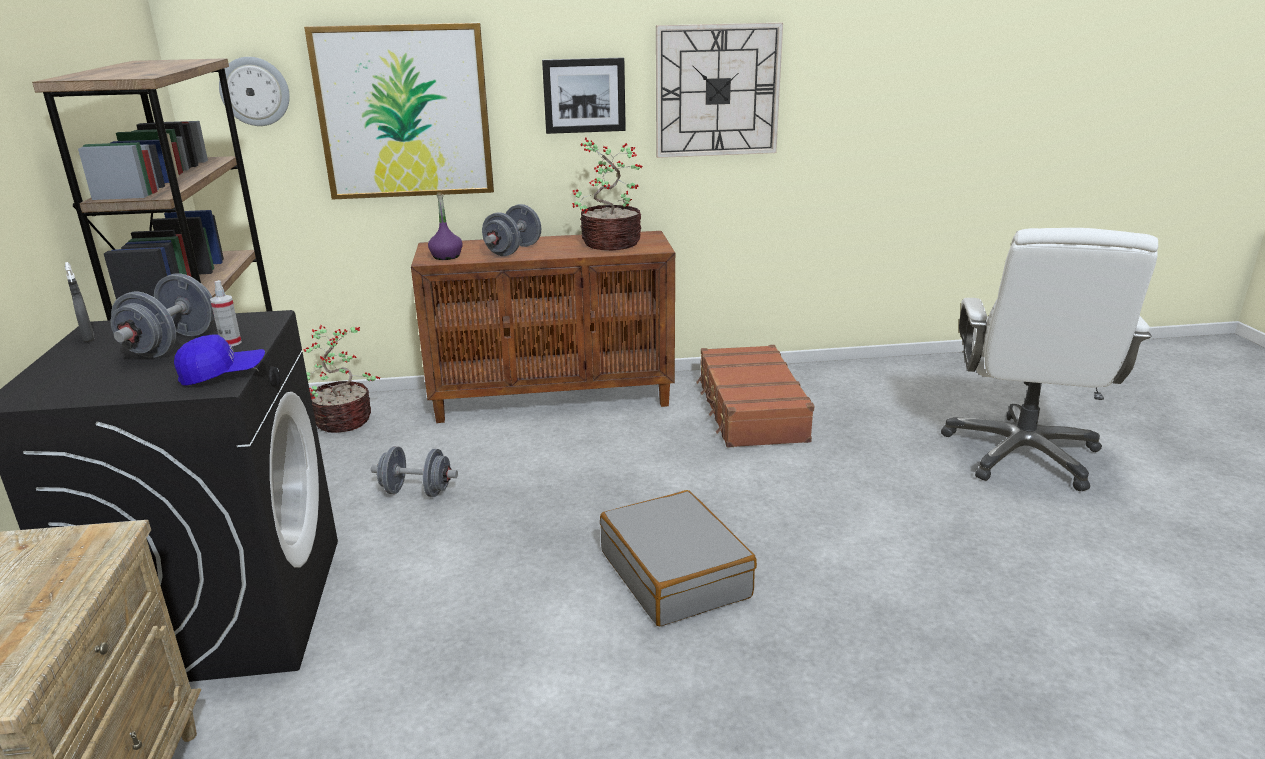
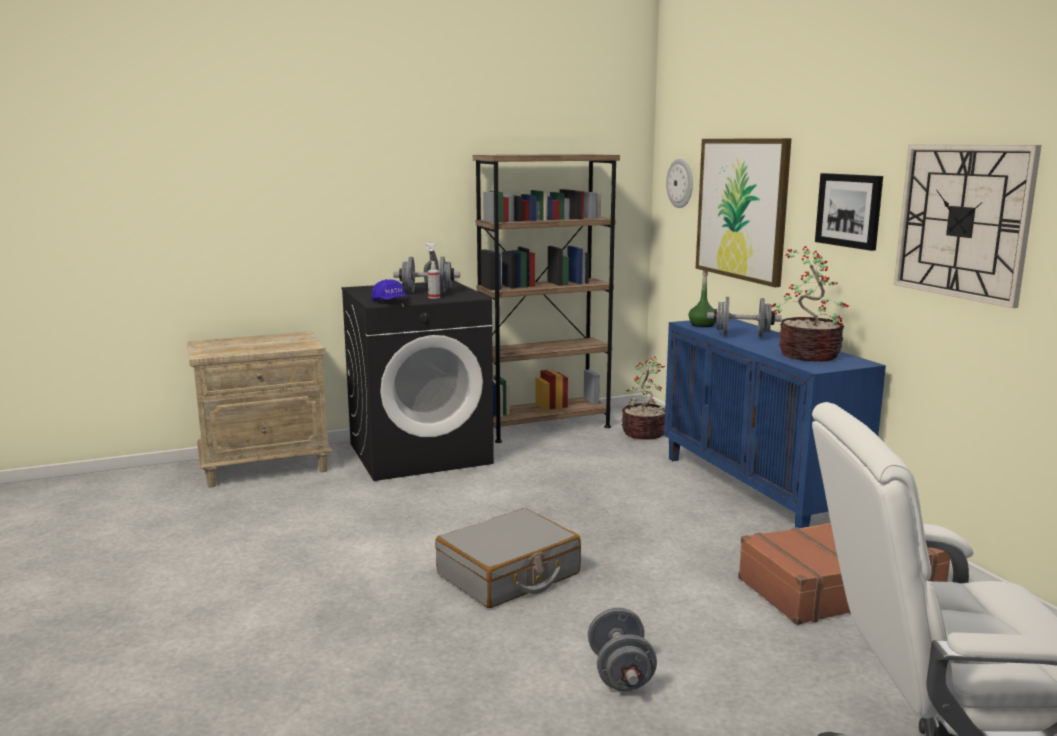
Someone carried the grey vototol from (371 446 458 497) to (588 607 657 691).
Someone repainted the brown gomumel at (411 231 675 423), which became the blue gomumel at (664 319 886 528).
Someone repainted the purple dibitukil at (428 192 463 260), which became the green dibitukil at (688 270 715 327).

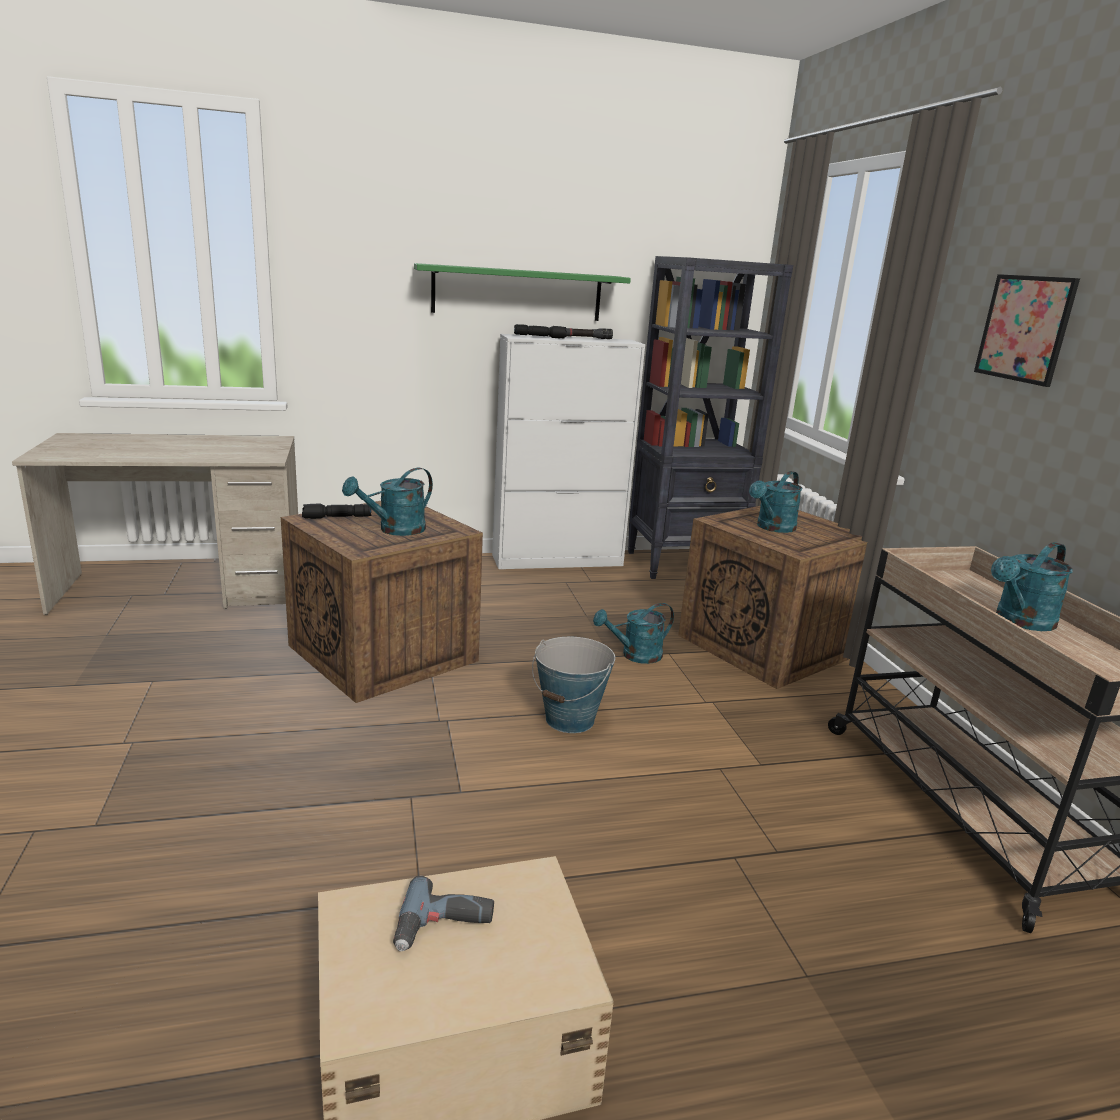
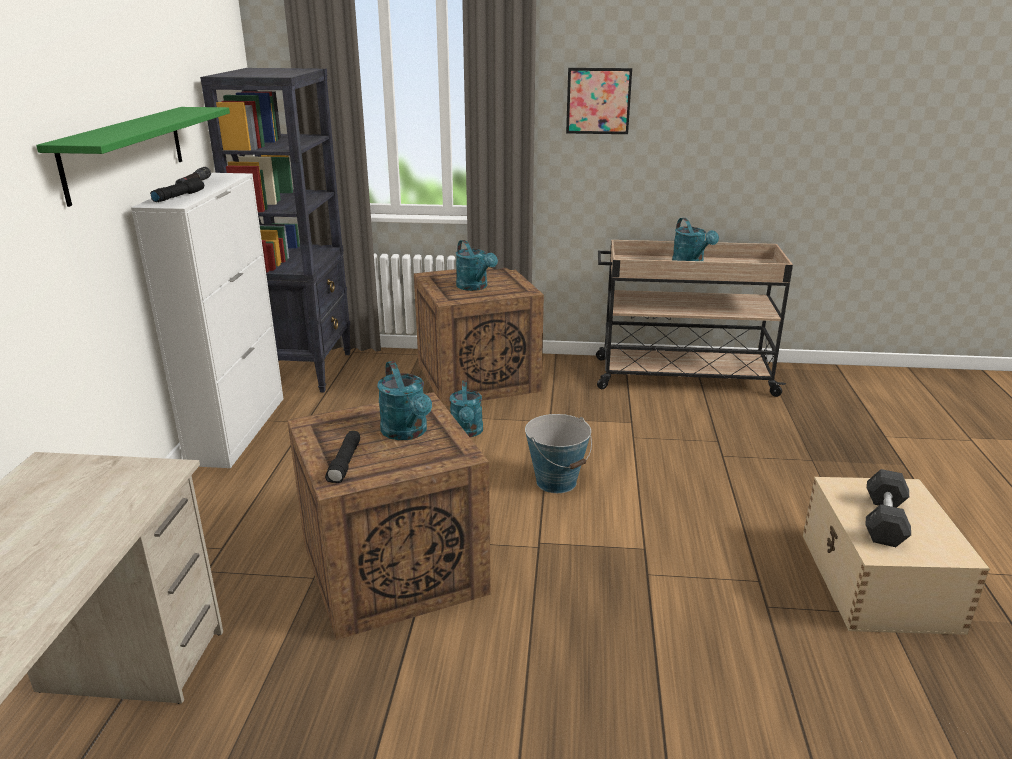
Someone swapped the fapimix at (393 876 494 951) for the grey vototol at (866 469 911 547).

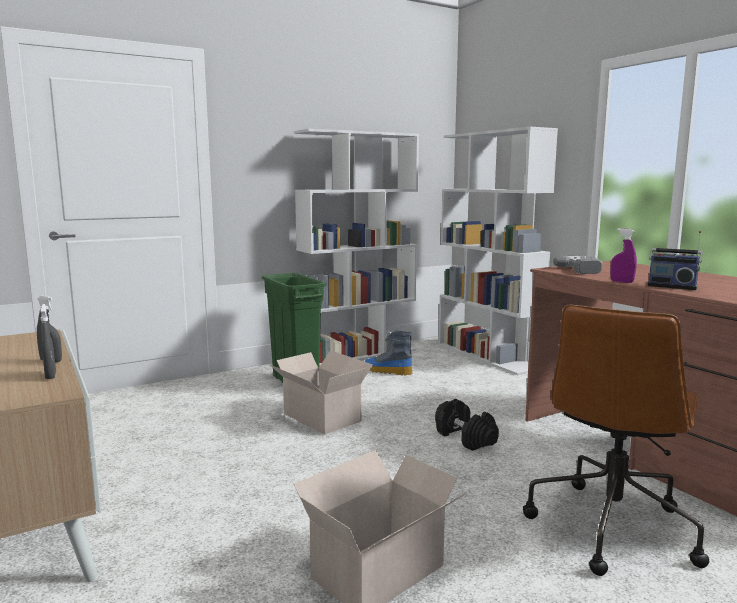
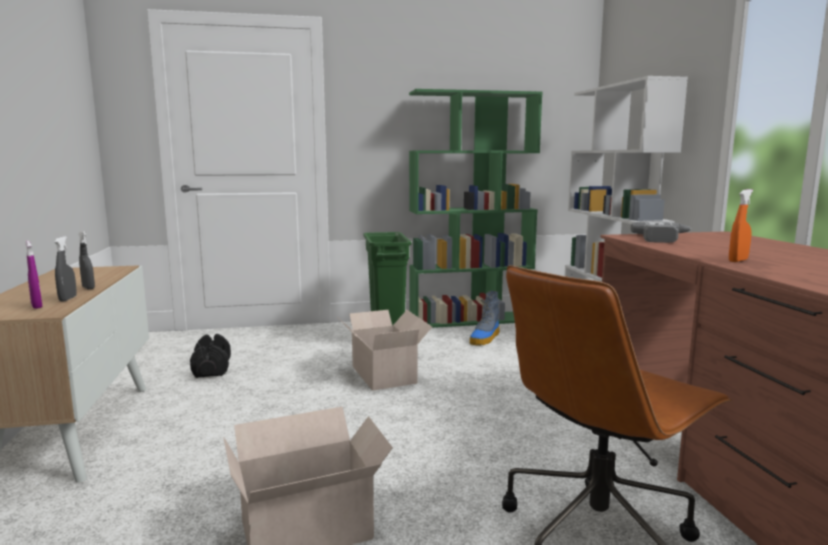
Someone carried the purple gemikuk from (610 228 637 283) to (26 241 42 309).
Someone carried the black vototol from (435 399 499 451) to (190 334 231 378).
Someone repainted the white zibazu at (294 129 419 365), which became the green zibazu at (409 89 543 328).
Someone rotated the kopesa at (365 330 412 375) by 105 degrees counterclockwise.
Someone swapped the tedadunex at (647 231 703 290) for the orange gemikuk at (729 189 753 262).

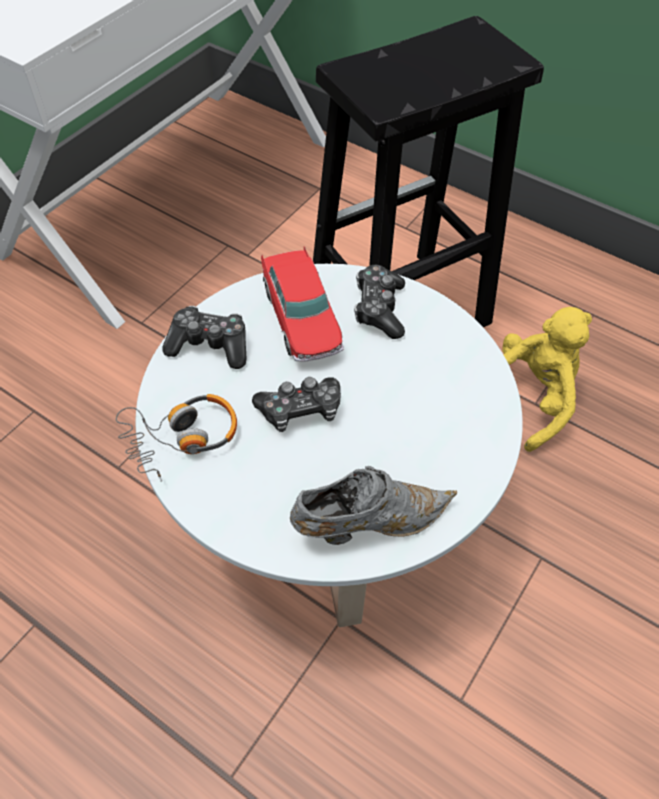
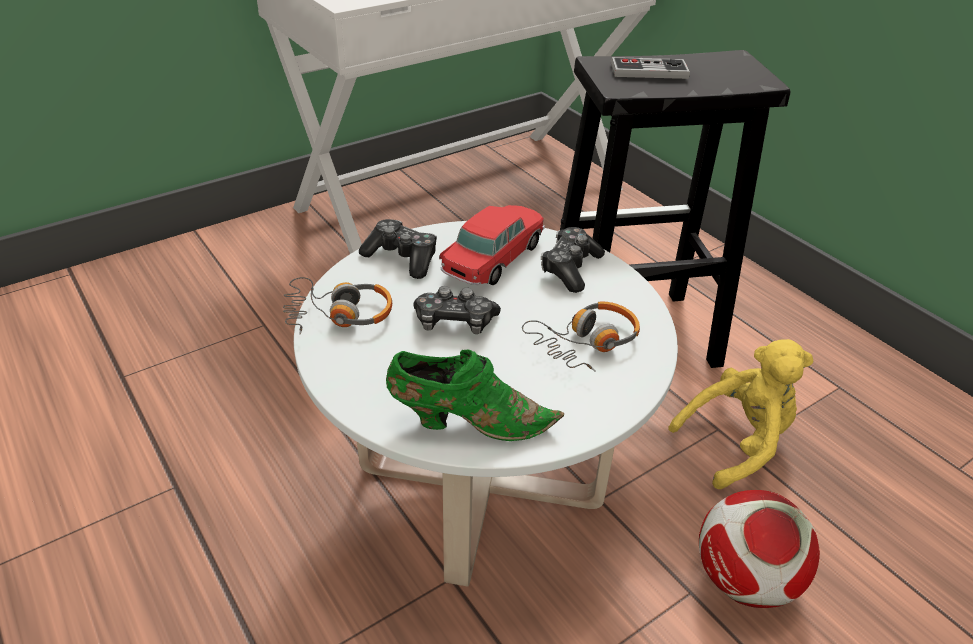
Someone repainted the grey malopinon at (290 466 457 545), which became the green malopinon at (386 350 564 441).
Someone rotated the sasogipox at (261 246 344 362) by 150 degrees counterclockwise.
Someone put down the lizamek at (522 301 640 372).
Someone put down the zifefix at (611 57 690 79).
Someone put down the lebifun at (699 490 820 608).

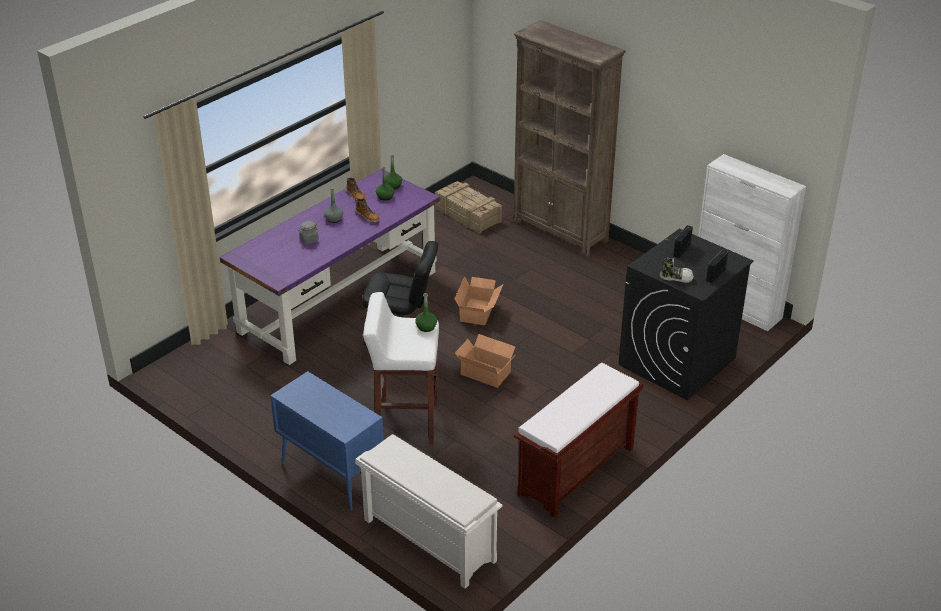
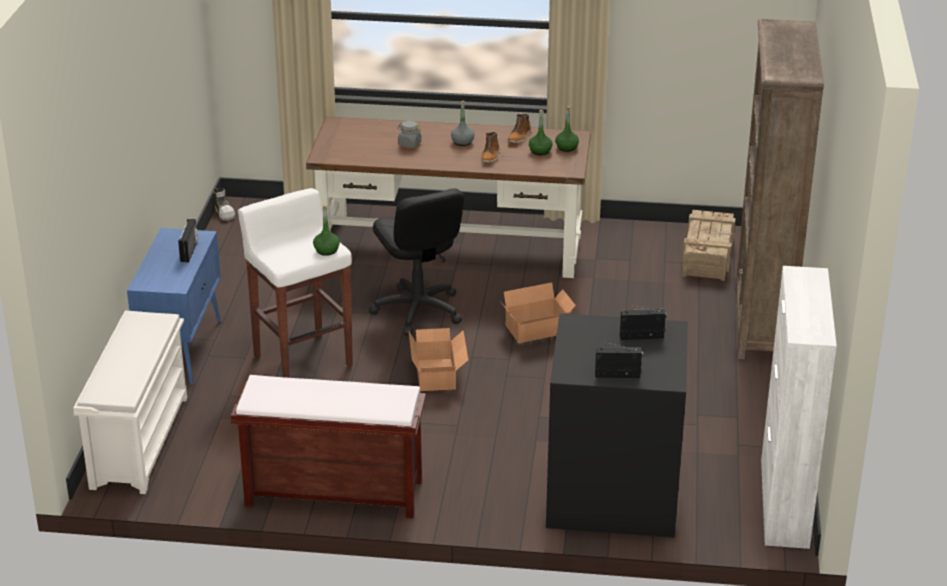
Someone put down the tedadunex at (178 219 198 262).
Someone carried the malopinon from (660 258 694 283) to (213 188 235 221).
Someone repainted the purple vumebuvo at (219 169 440 365), which became the brown vumebuvo at (306 117 591 278).

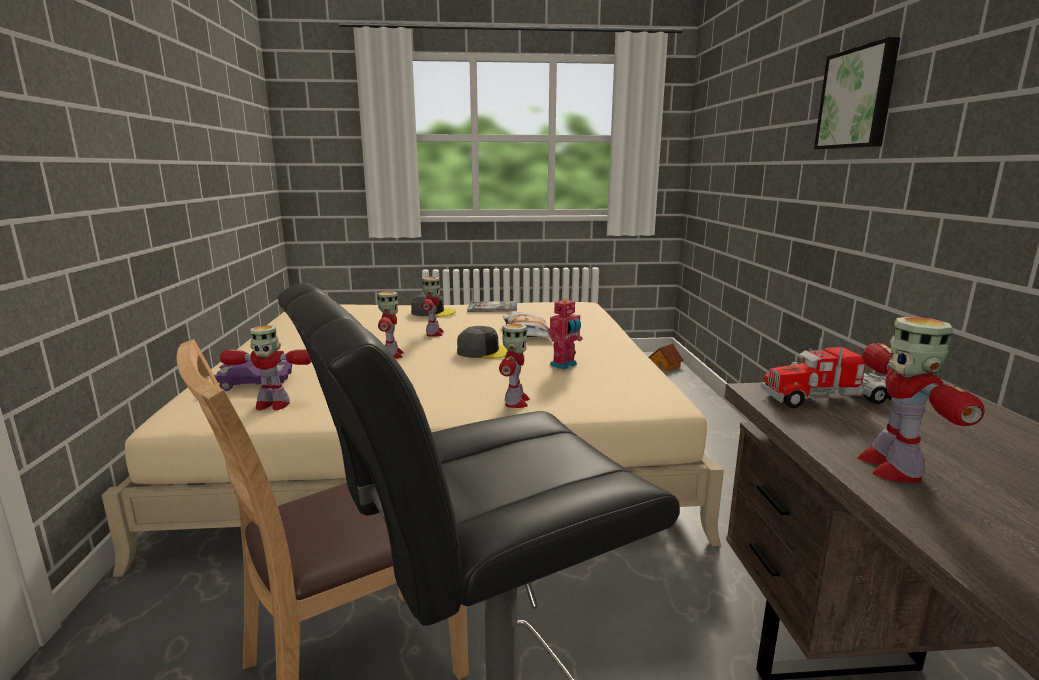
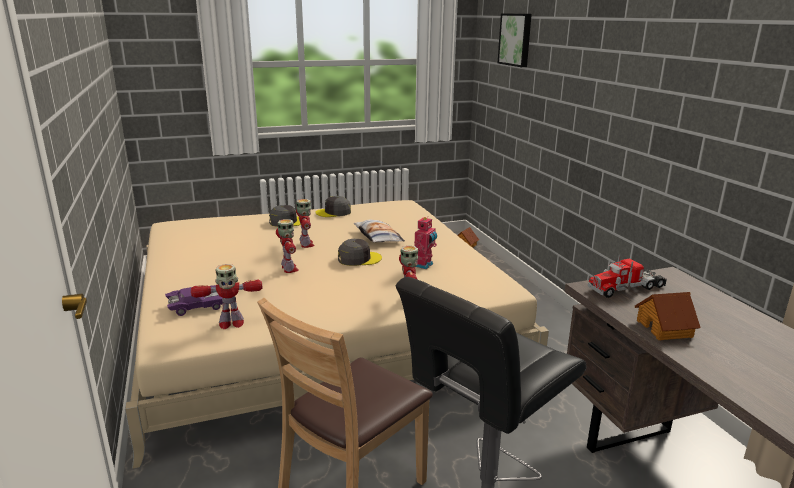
Someone swapped the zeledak at (467 301 517 312) for the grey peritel at (315 196 351 217).
Someone carried the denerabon from (814 37 900 150) to (498 13 532 67).
Someone swapped the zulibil at (858 317 985 482) for the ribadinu at (635 292 701 340).

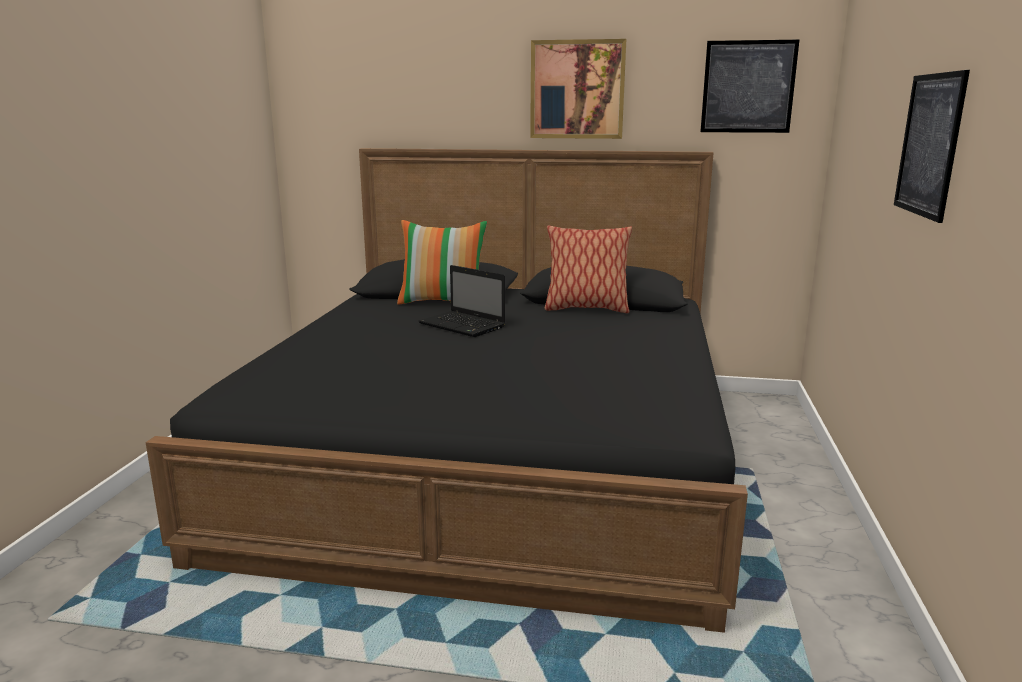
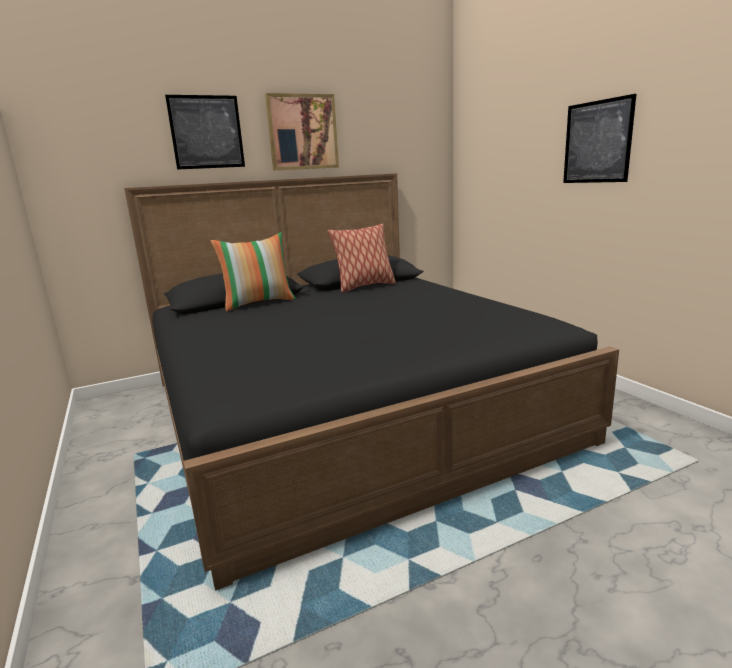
Someone carried the denerabon from (700 40 799 133) to (165 95 245 170).
Someone took away the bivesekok at (418 265 505 337).

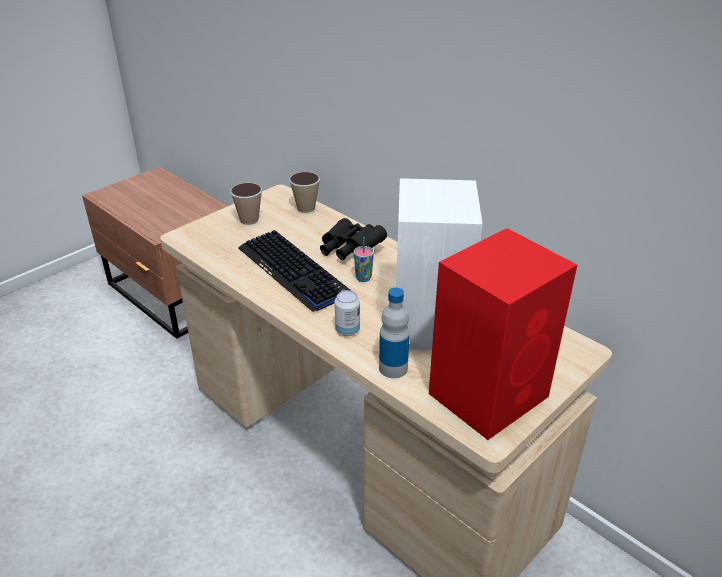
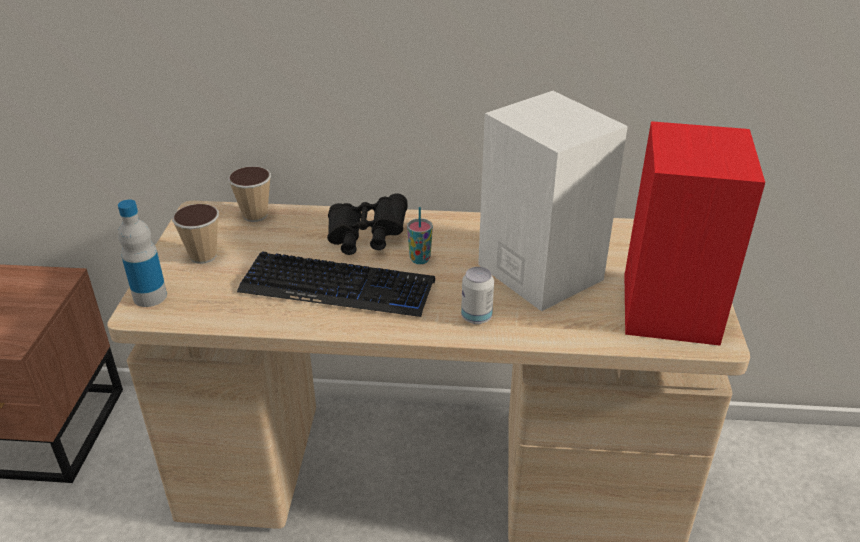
Someone carried the dibitukil from (379 287 410 378) to (118 200 167 307).

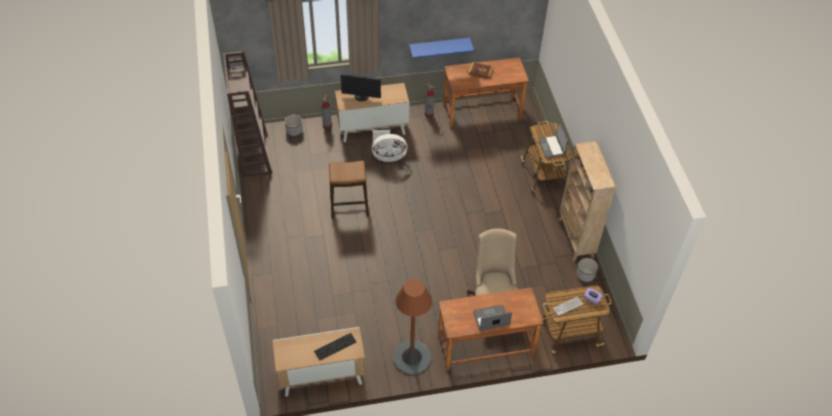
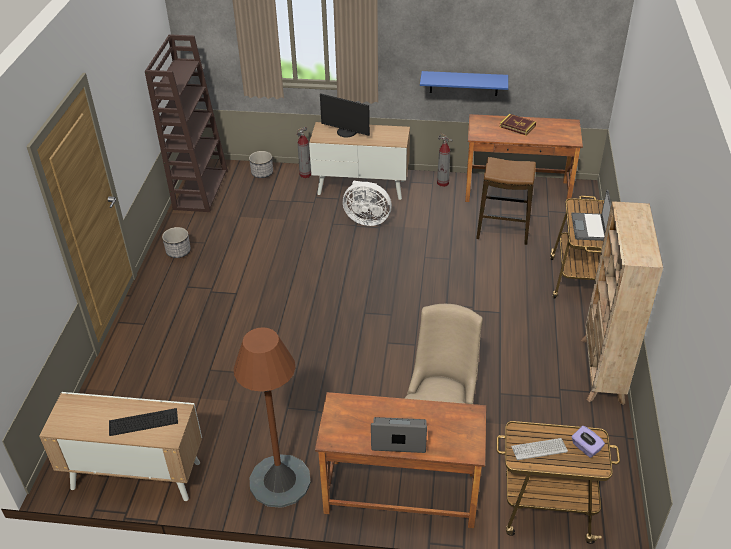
Someone carried the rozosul from (577 258 598 282) to (162 227 191 258).
Someone carried the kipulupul from (329 161 369 219) to (476 157 536 245).

